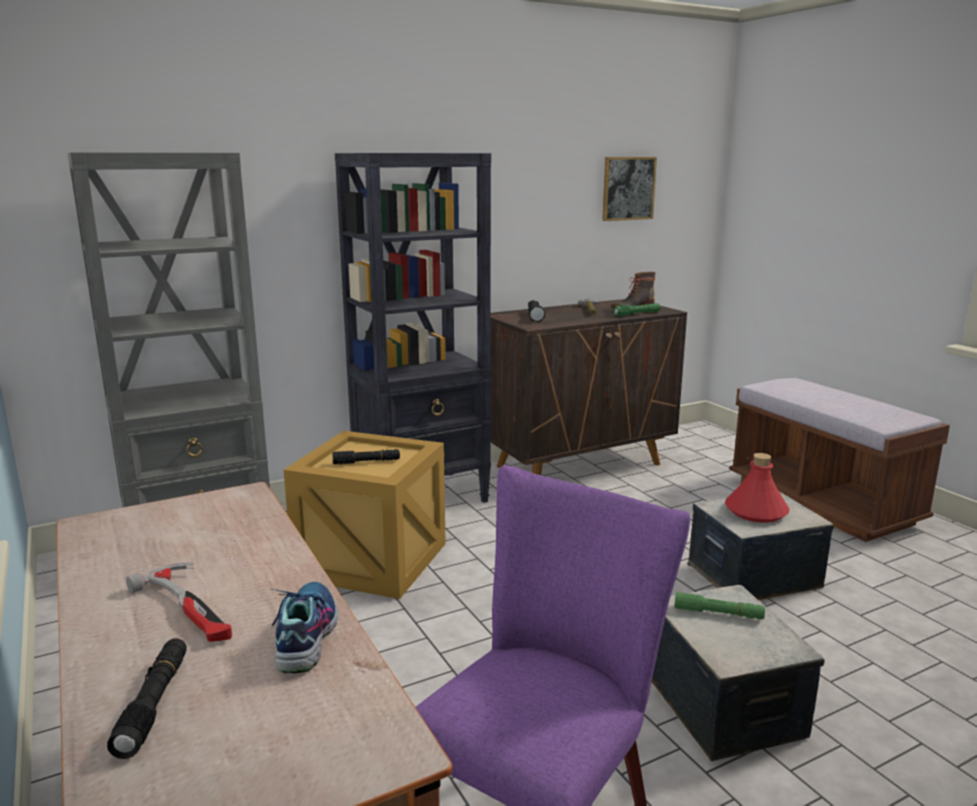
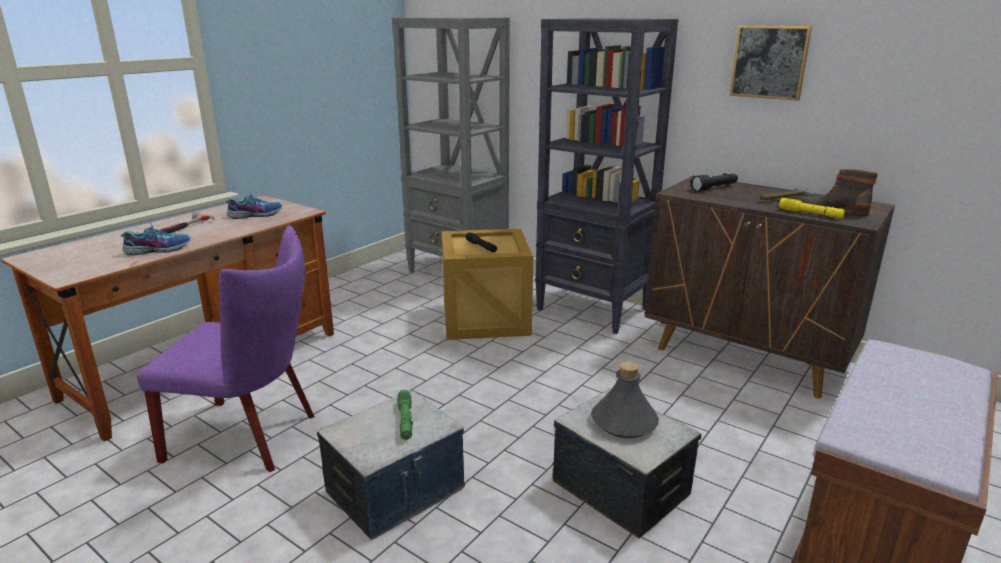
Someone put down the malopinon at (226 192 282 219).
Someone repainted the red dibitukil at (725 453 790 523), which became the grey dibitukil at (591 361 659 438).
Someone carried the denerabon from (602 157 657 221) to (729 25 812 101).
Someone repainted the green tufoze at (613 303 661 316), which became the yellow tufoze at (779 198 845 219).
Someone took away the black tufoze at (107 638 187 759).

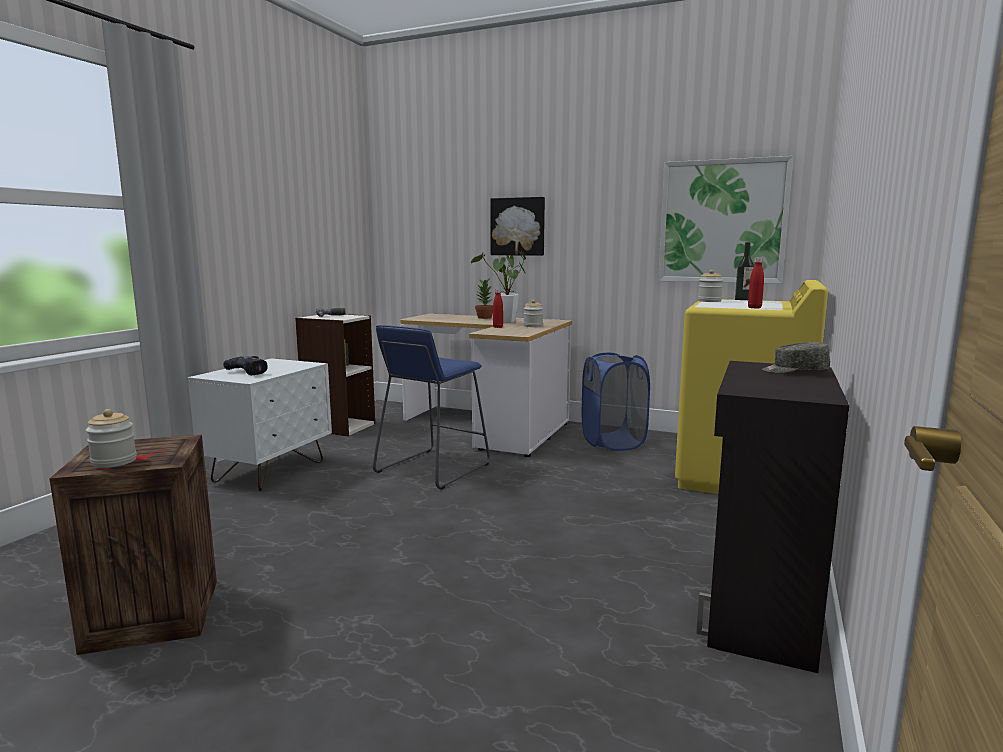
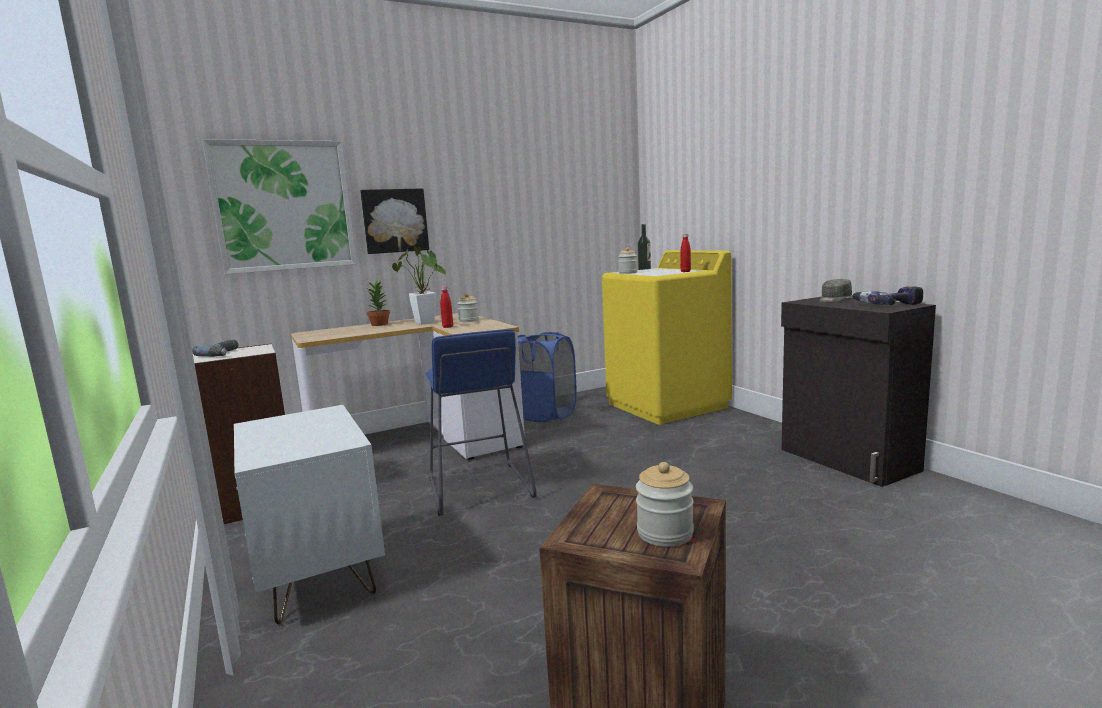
Someone carried the denerabon from (658 156 794 284) to (202 139 357 274).
Someone carried the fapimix from (223 356 268 375) to (852 286 923 305).

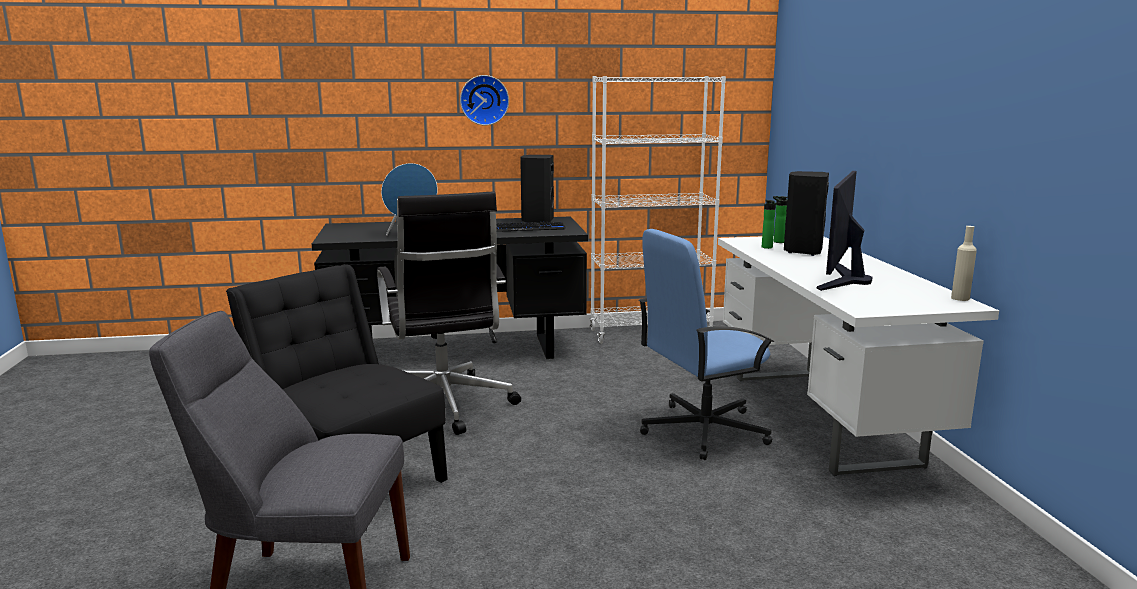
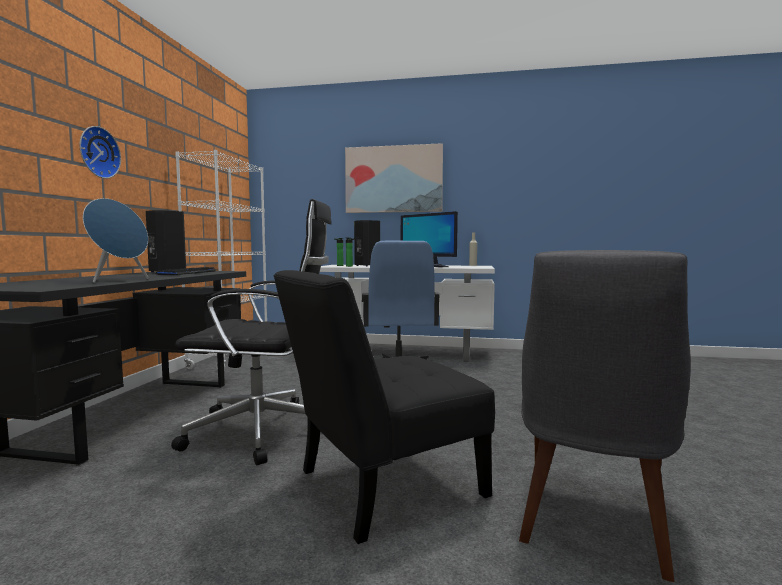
Someone put up the denerabon at (345 143 443 213).

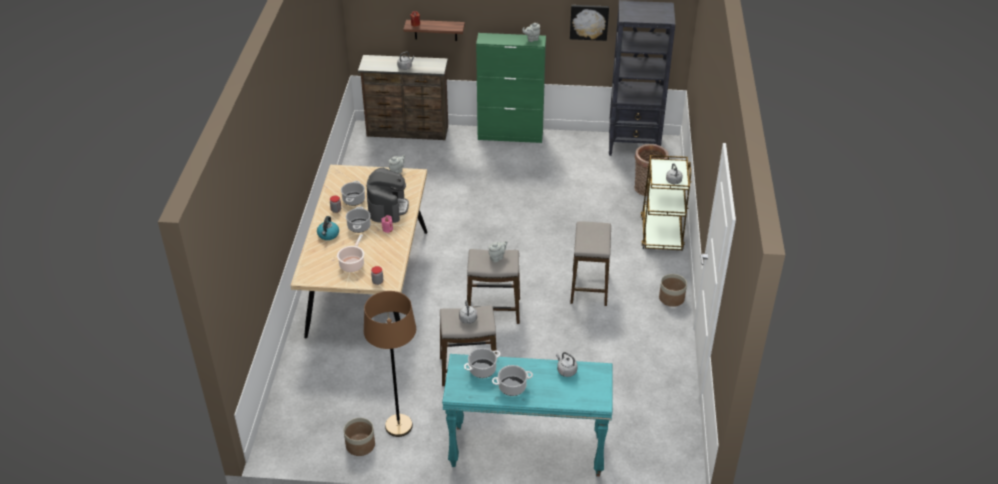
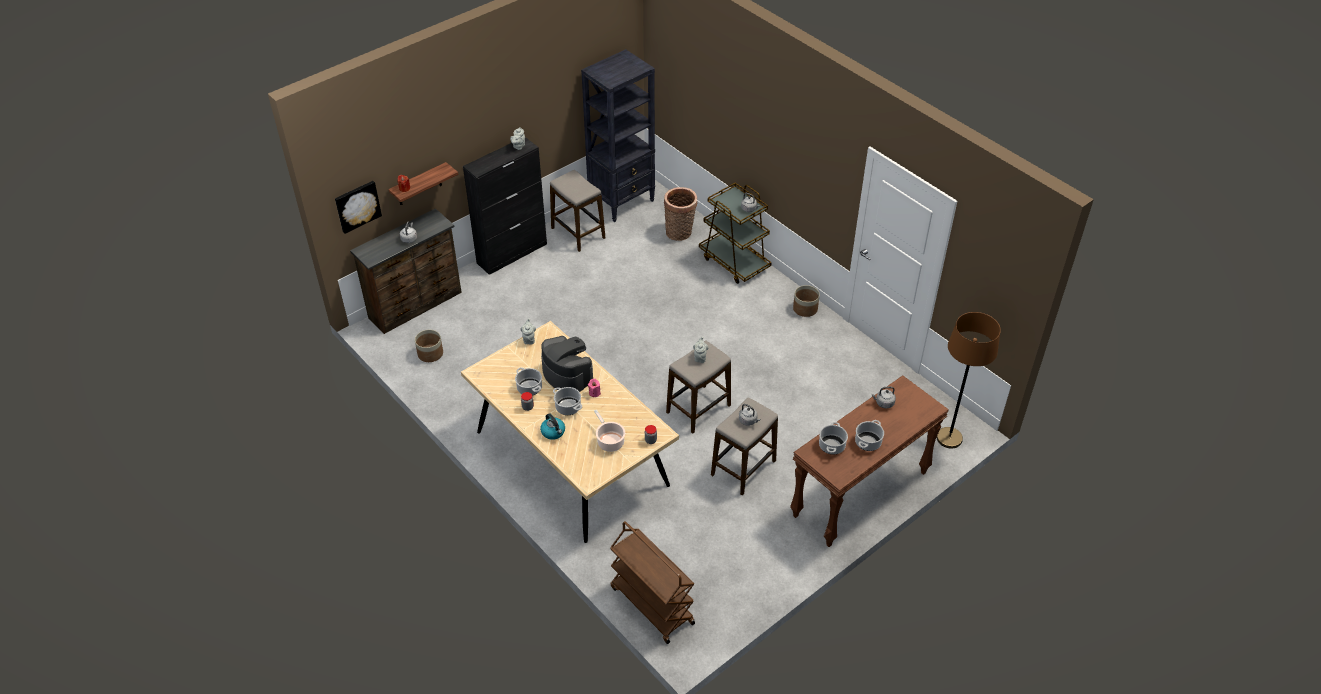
Someone carried the denerabon from (570 5 609 41) to (335 181 382 234).
Someone carried the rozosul from (344 418 375 456) to (415 330 443 362).
Someone repainted the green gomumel at (476 33 546 143), which became the black gomumel at (463 137 547 275).
Someone carried the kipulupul from (570 221 611 306) to (550 170 606 252).
Someone put down the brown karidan at (610 521 695 644).
Someone repainted the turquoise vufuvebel at (442 354 613 477), which became the brown vufuvebel at (790 375 949 547).
Someone carried the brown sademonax from (364 291 416 437) to (936 312 1001 448).

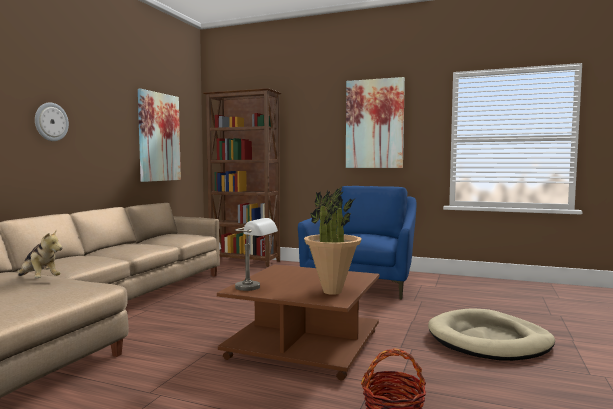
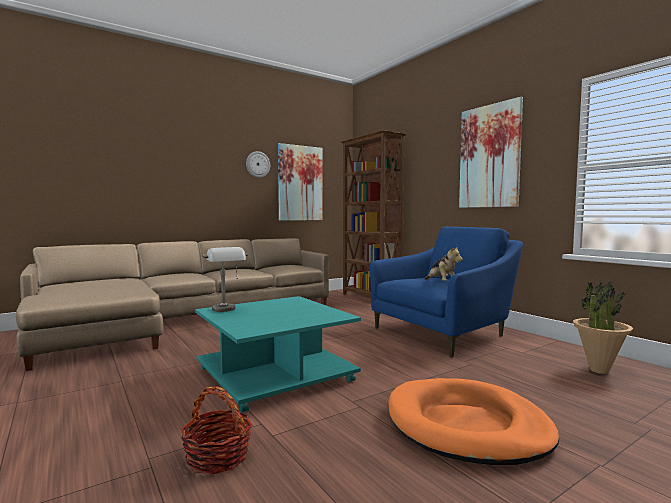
Someone repainted the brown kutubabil at (217 265 379 380), which became the turquoise kutubabil at (195 296 361 413).
Someone carried the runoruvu from (35 103 69 141) to (246 151 270 178).
Someone repainted the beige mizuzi at (428 309 555 361), which became the orange mizuzi at (388 378 559 465).
Someone carried the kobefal from (17 229 62 278) to (424 246 463 281).
Someone carried the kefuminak from (304 186 362 295) to (573 280 633 374).

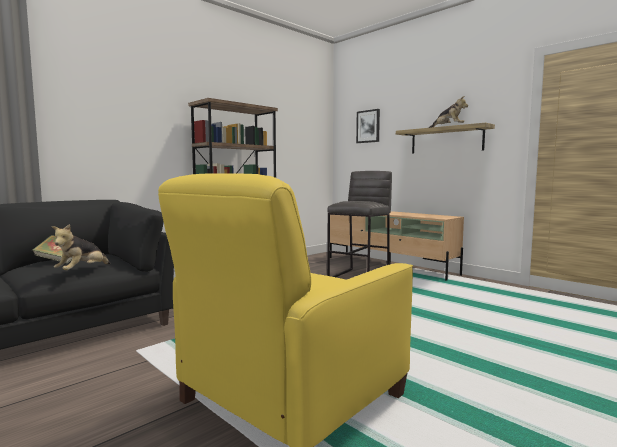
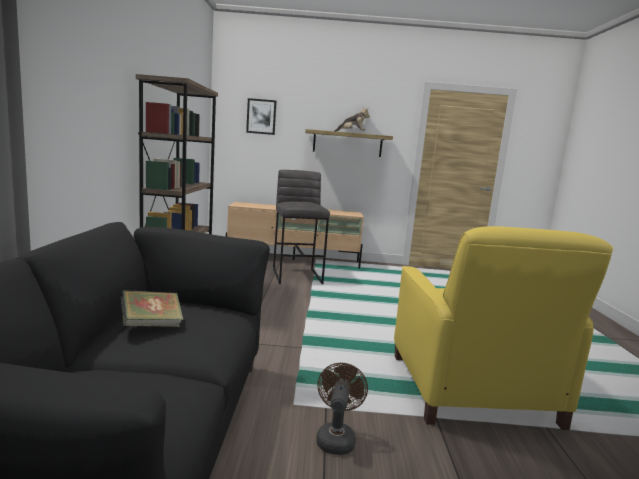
Someone put down the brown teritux at (316 363 368 455).
Someone took away the kobefal at (52 224 110 270).

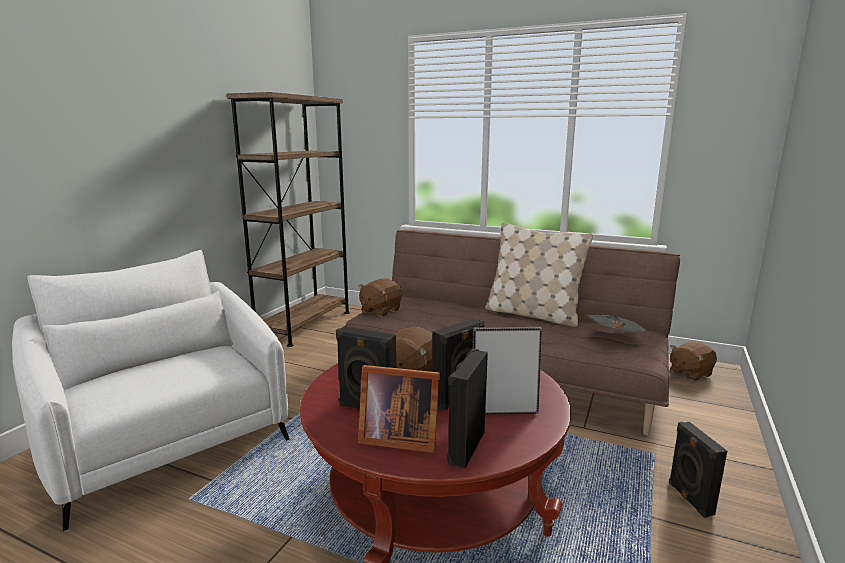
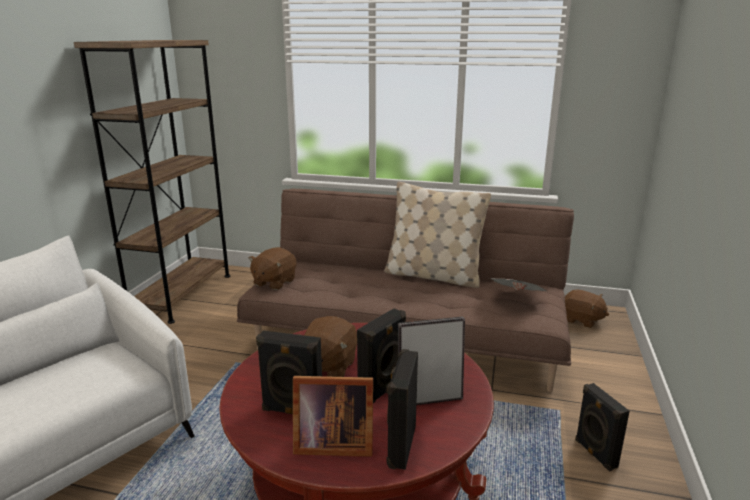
Someone rotated the brown kobefal at (670 342 717 381) by 105 degrees counterclockwise.

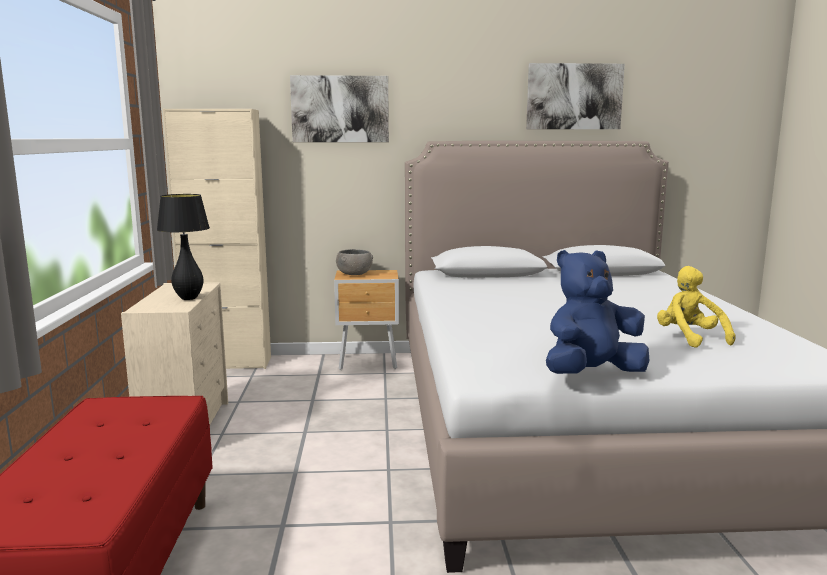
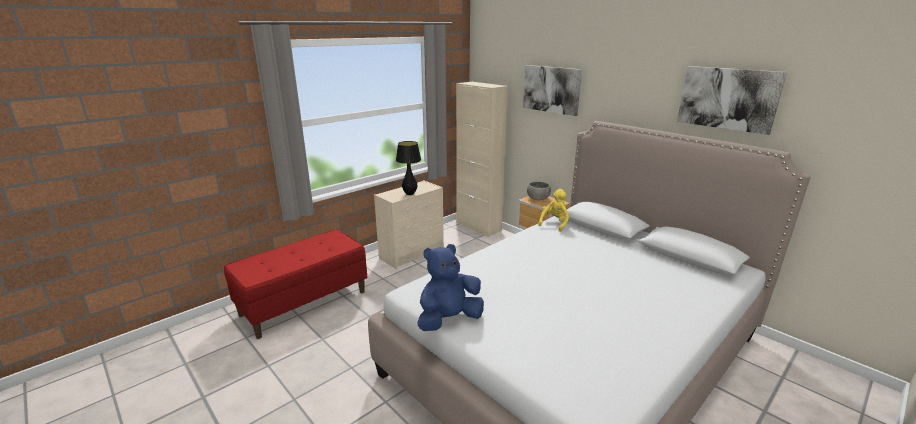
Someone rotated the blue kobefal at (546 250 650 374) by 60 degrees counterclockwise.
Someone carried the yellow kobefal from (657 266 736 348) to (538 189 569 232).

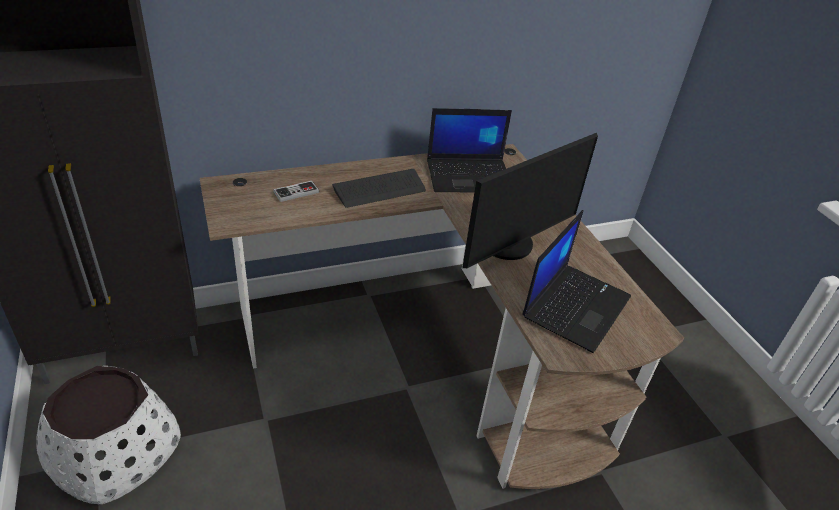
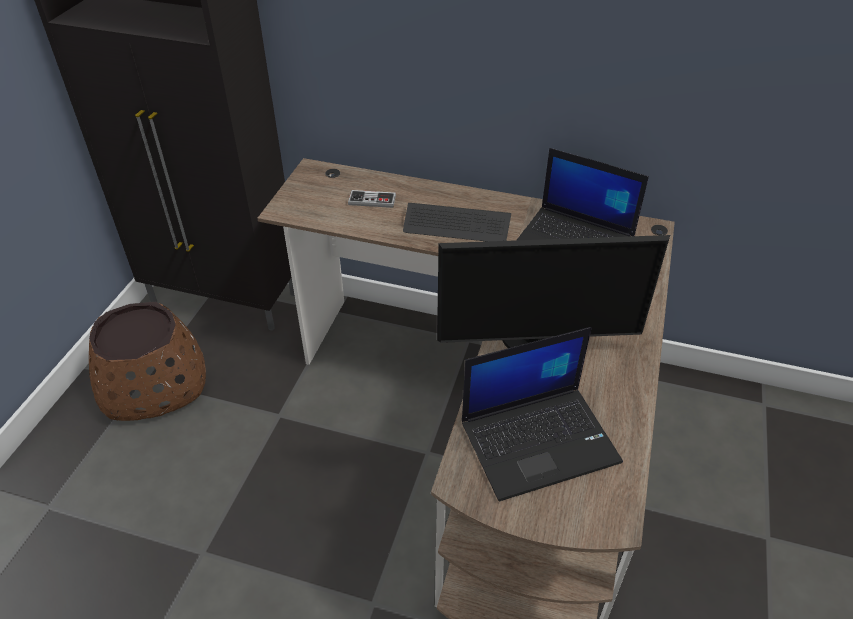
Someone repainted the white rozosul at (36 366 181 504), which became the brown rozosul at (89 302 206 421).

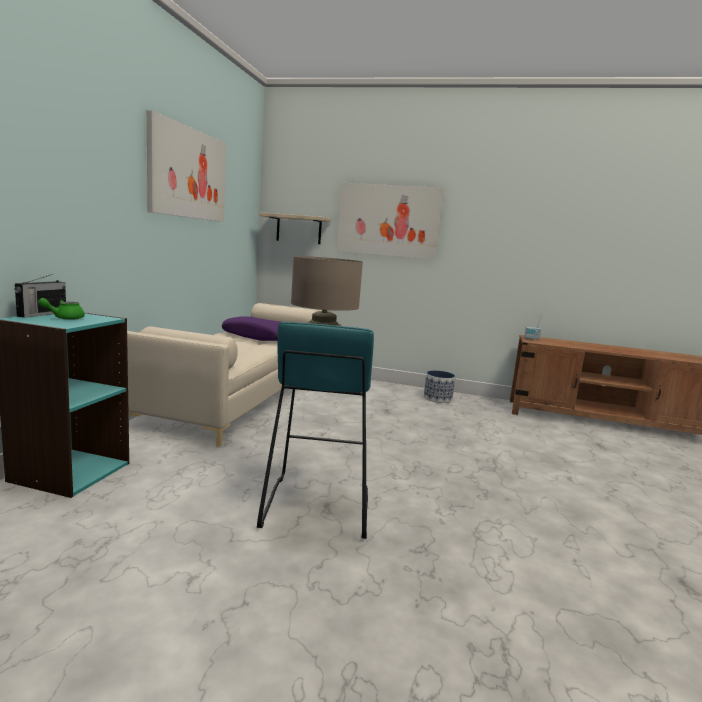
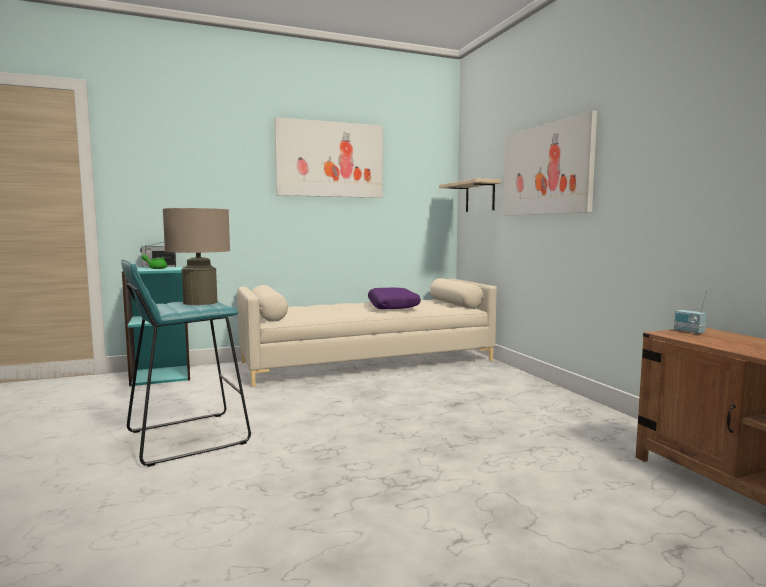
Someone took away the rozosul at (424 370 455 403).

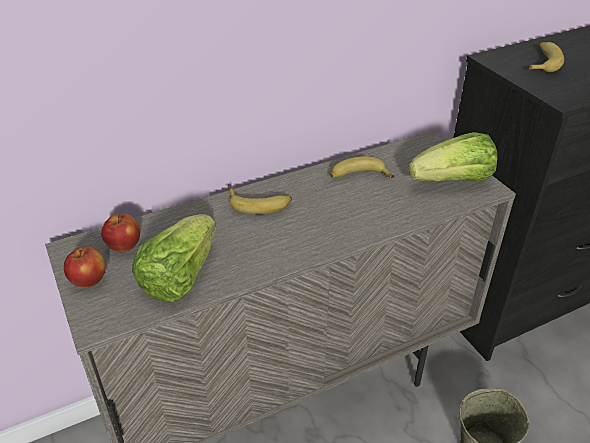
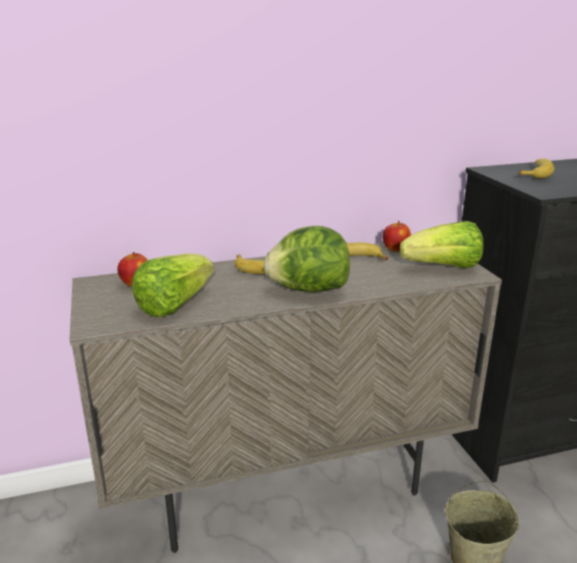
Someone put down the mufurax at (264 226 350 292).
Someone carried the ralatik from (64 246 106 287) to (382 221 411 252).

